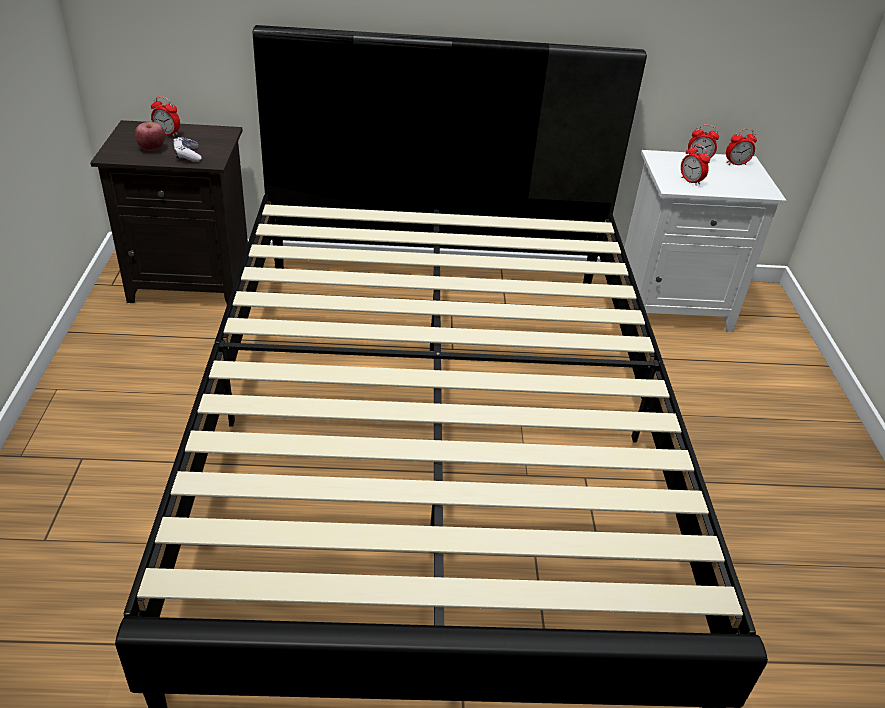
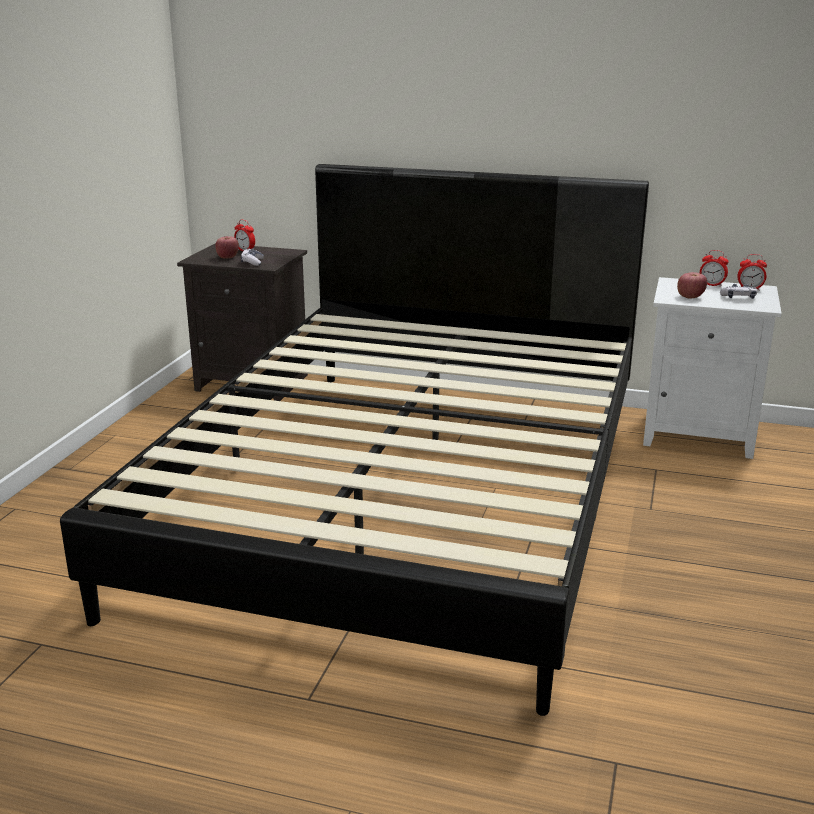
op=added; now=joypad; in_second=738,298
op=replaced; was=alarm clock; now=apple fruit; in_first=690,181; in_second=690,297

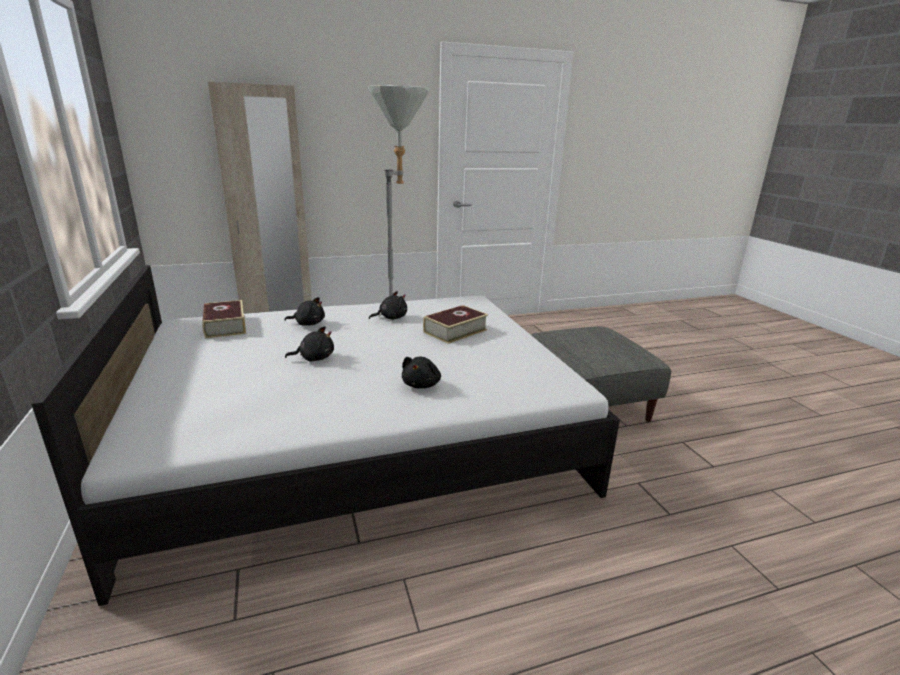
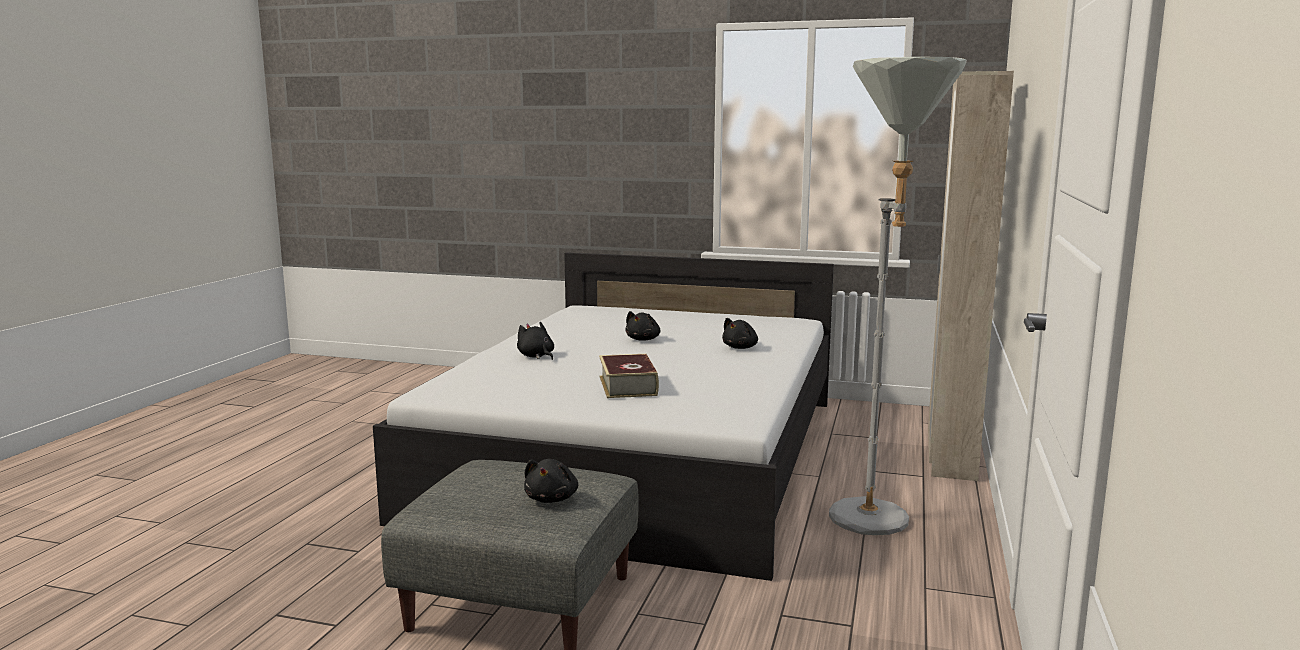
op=removed; was=volume; in_first=225,326
op=moved; was=black-coloured plush toy; in_first=391,318; in_second=552,498

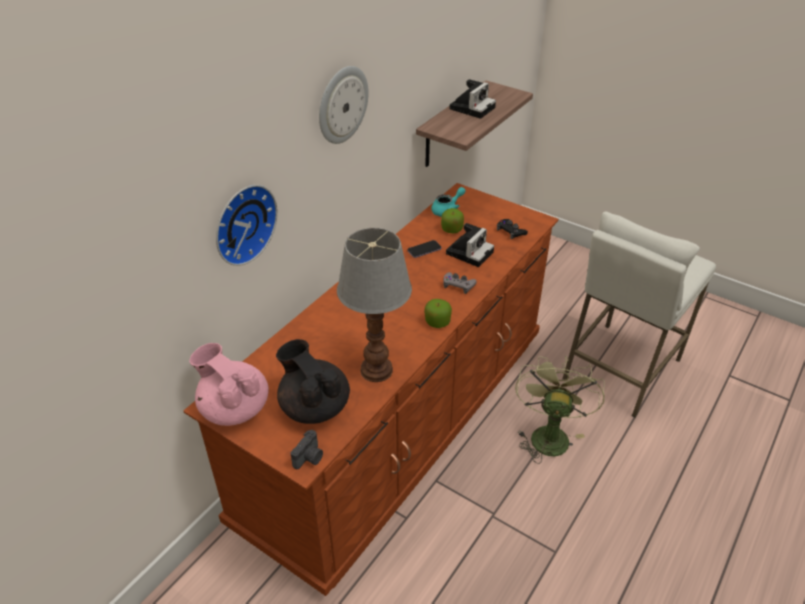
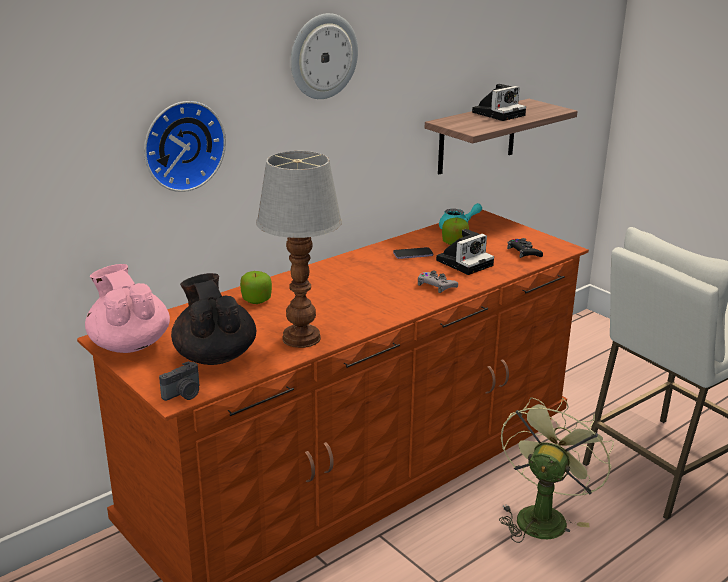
op=moved; was=apple fruit; in_first=437,322; in_second=256,299

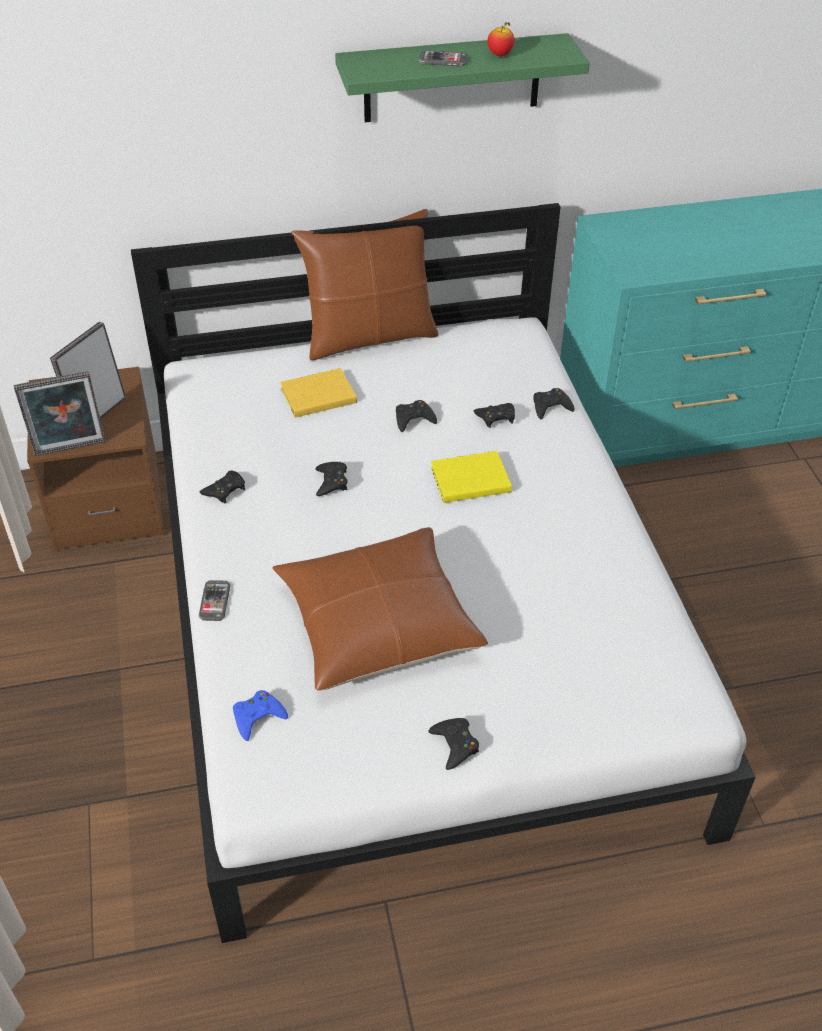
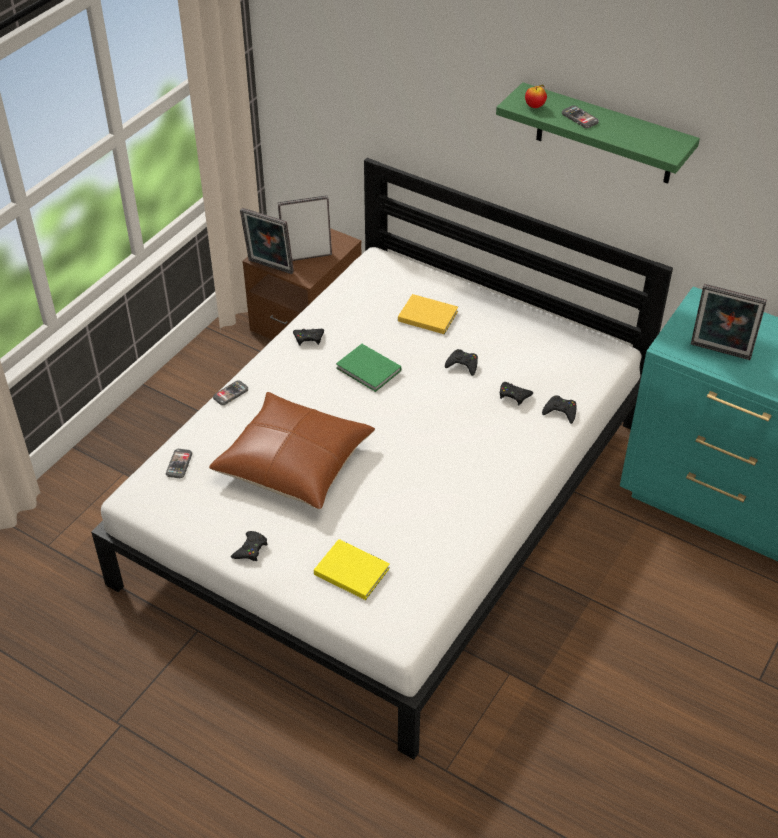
op=removed; was=brownish pillow; in_first=369,337
op=added; now=standing frame; in_second=719,353
op=moved; was=yellowish volume; in_first=468,479; in_second=351,570
op=moved; was=apple fruit; in_first=500,55; in_second=535,106
op=replaced; was=blue-coloured joypad; now=handset; in_first=258,717; in_second=179,464
op=replaced; was=black-coloured joypad; now=green volume; in_first=331,482; in_second=369,370

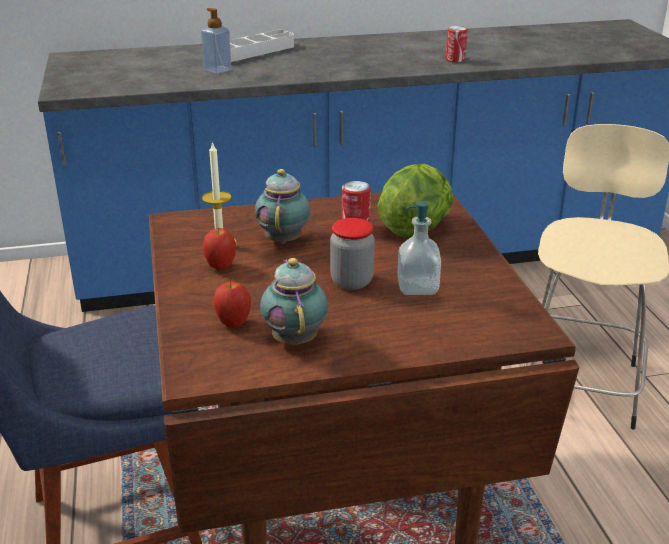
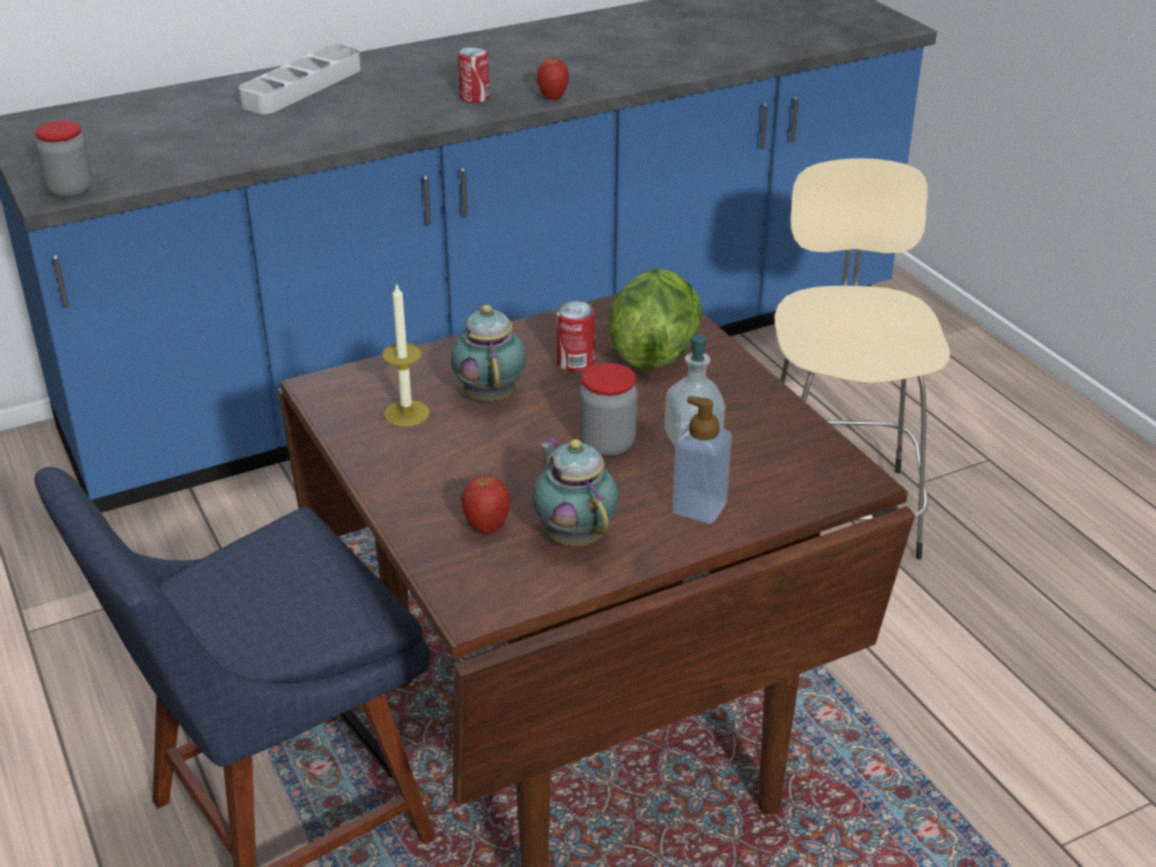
op=added; now=storage jar; in_second=70,190
op=moved; was=soap dispenser; in_first=217,70; in_second=699,508
op=moved; was=apple fruit; in_first=220,267; in_second=552,97
op=moved; was=sealed can; in_first=455,59; in_second=474,97

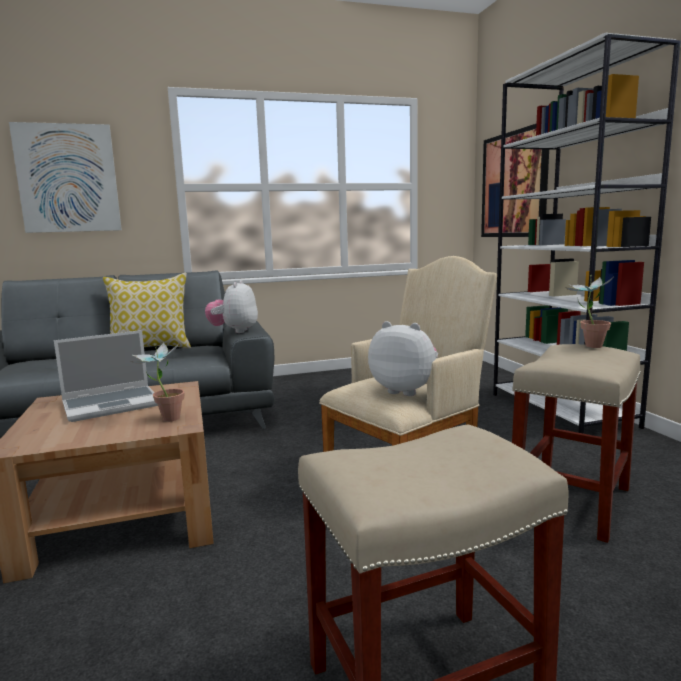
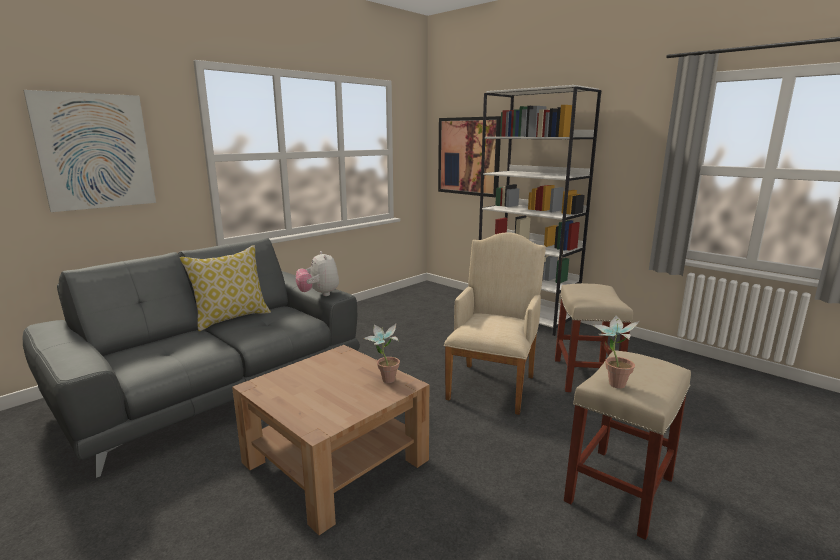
op=removed; was=laptop; in_first=113,404
op=removed; was=plush toy; in_first=405,390
op=moved; was=plant in a pot; in_first=587,345; in_second=610,384

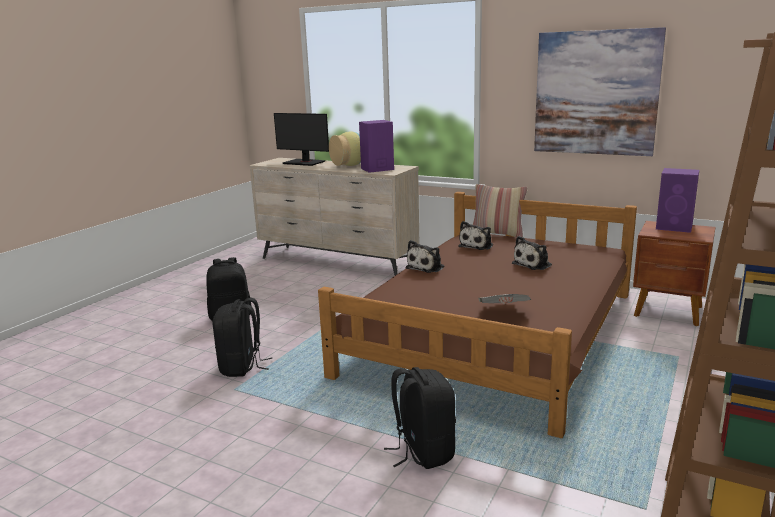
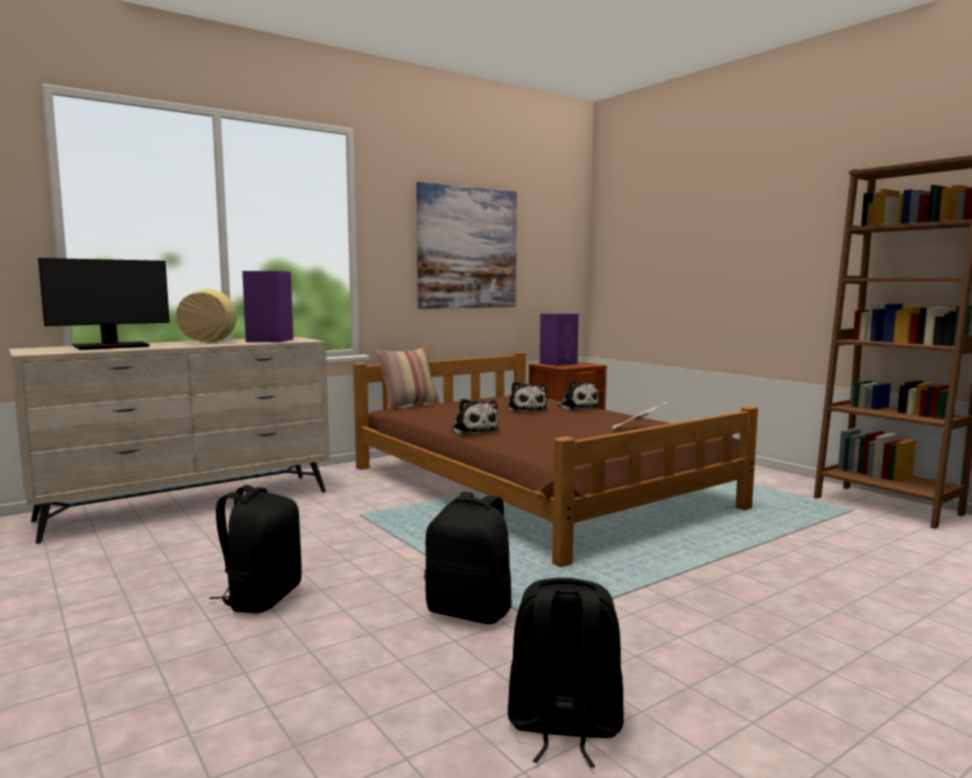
op=moved; was=black-coloured rucksack; in_first=423,452; in_second=563,727
op=moved; was=plush toy; in_first=477,245; in_second=577,407

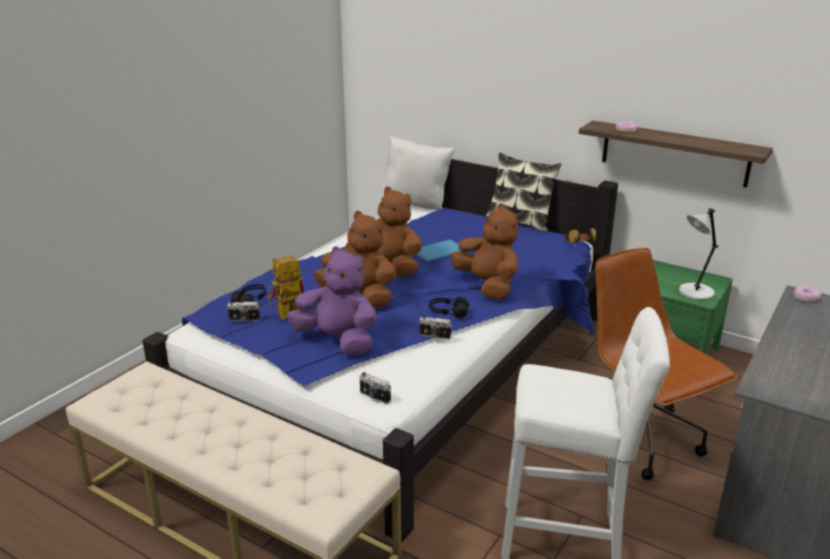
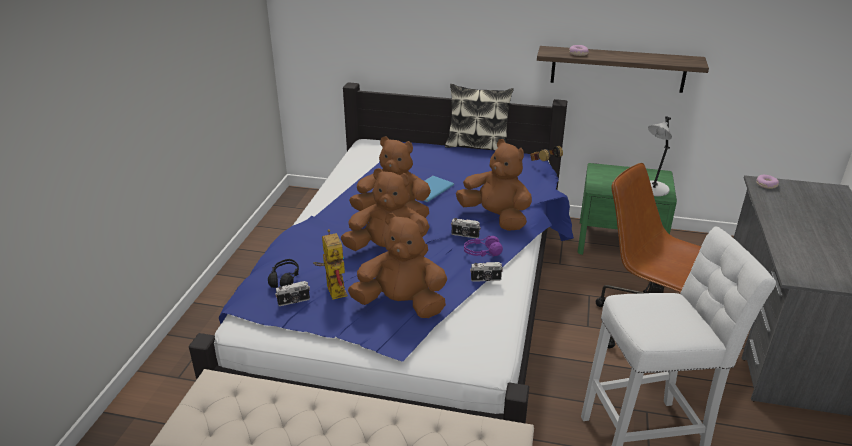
op=removed; was=white pillow; in_first=416,205
op=moved; was=photo camera; in_first=374,397; in_second=465,235
op=recoloured; was=purplish plush toy; now=brownish plush toy; in_first=338,341; in_second=401,304
op=recoloured; was=black-coloured headphones; now=purplish headphones; in_first=448,313; in_second=482,253
op=turned; was=toy robot; in_first=285,316; in_second=333,288; clockwise=120

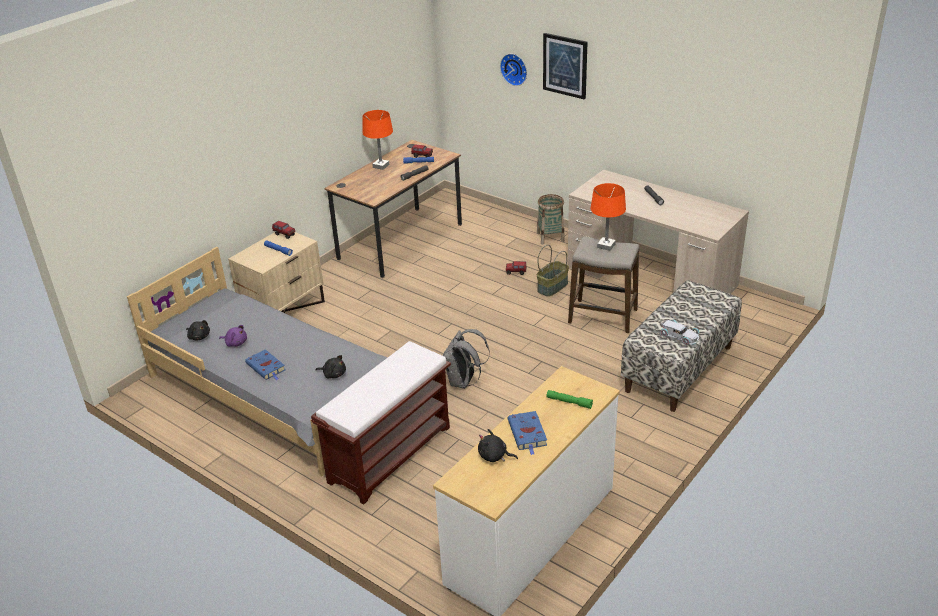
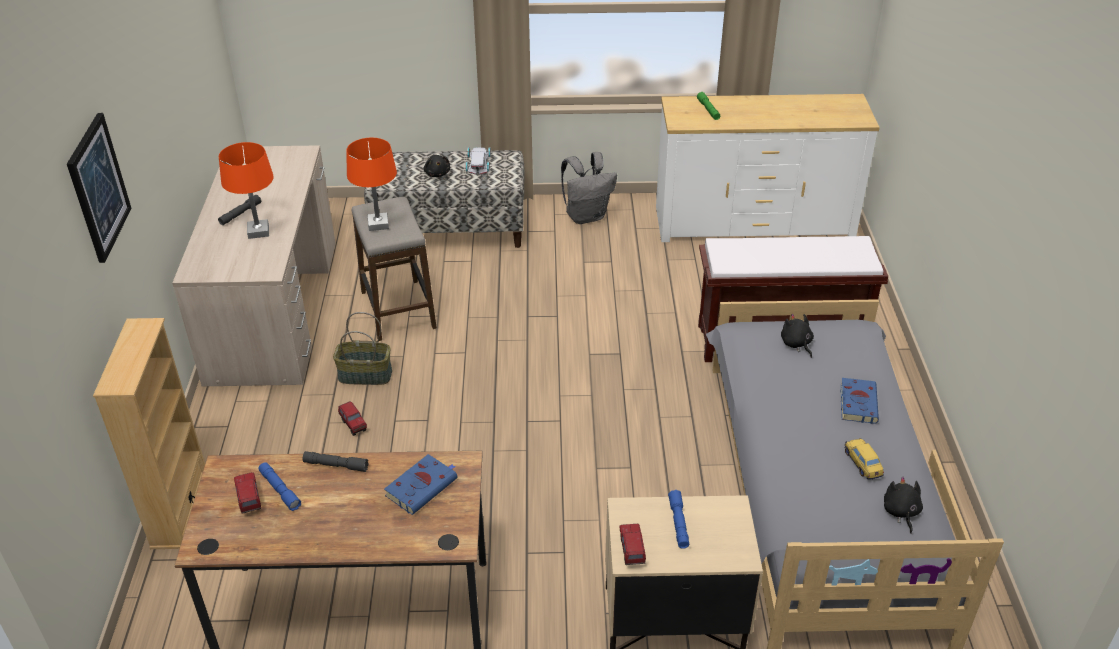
op=removed; was=hanging clock; in_first=515,69
op=removed; was=basket; in_first=550,237
op=added; now=sand-coloured bookcase; in_second=180,508
op=moved; was=orange tabletop lamp; in_first=381,166; in_second=258,232
op=moved; was=gray rucksack; in_first=463,382; in_second=586,216
op=moved; was=black-coloured plush toy; in_first=494,456; in_second=437,173
op=moved; was=blue-coloured volume; in_first=528,434; in_second=422,486
op=replaced; was=purplish plush toy; now=model car; in_first=235,343; in_second=862,464

